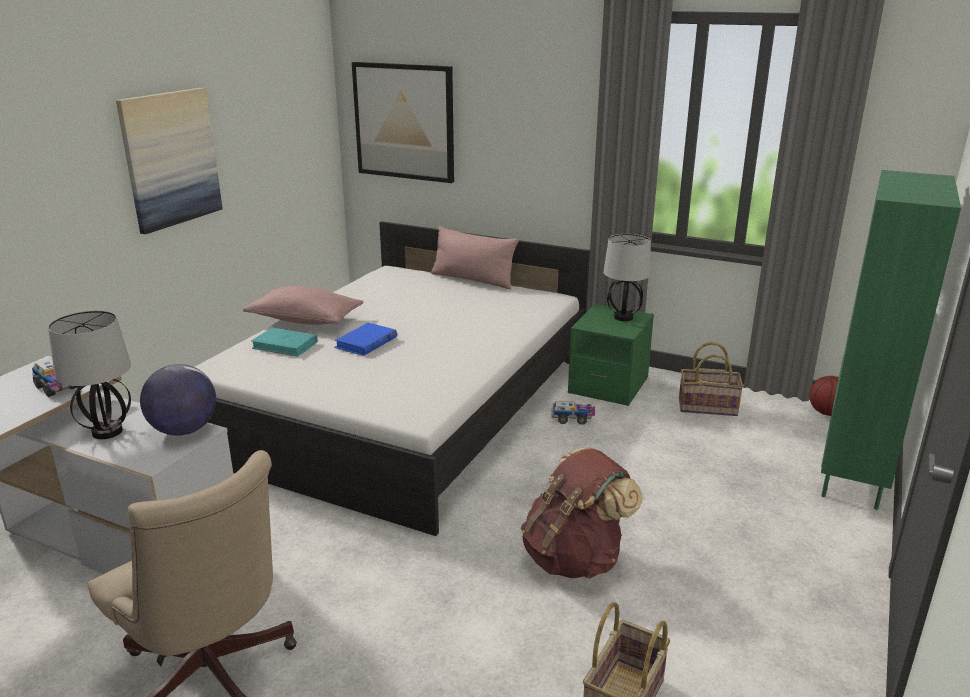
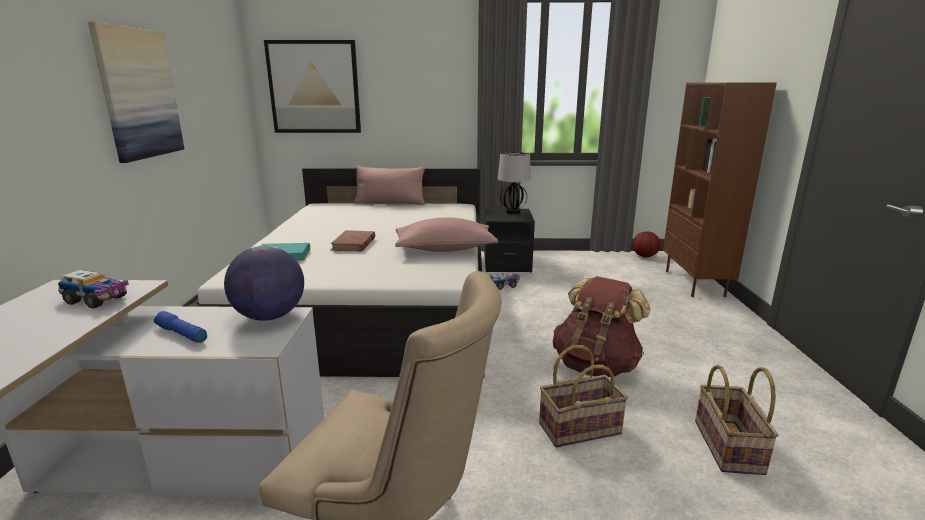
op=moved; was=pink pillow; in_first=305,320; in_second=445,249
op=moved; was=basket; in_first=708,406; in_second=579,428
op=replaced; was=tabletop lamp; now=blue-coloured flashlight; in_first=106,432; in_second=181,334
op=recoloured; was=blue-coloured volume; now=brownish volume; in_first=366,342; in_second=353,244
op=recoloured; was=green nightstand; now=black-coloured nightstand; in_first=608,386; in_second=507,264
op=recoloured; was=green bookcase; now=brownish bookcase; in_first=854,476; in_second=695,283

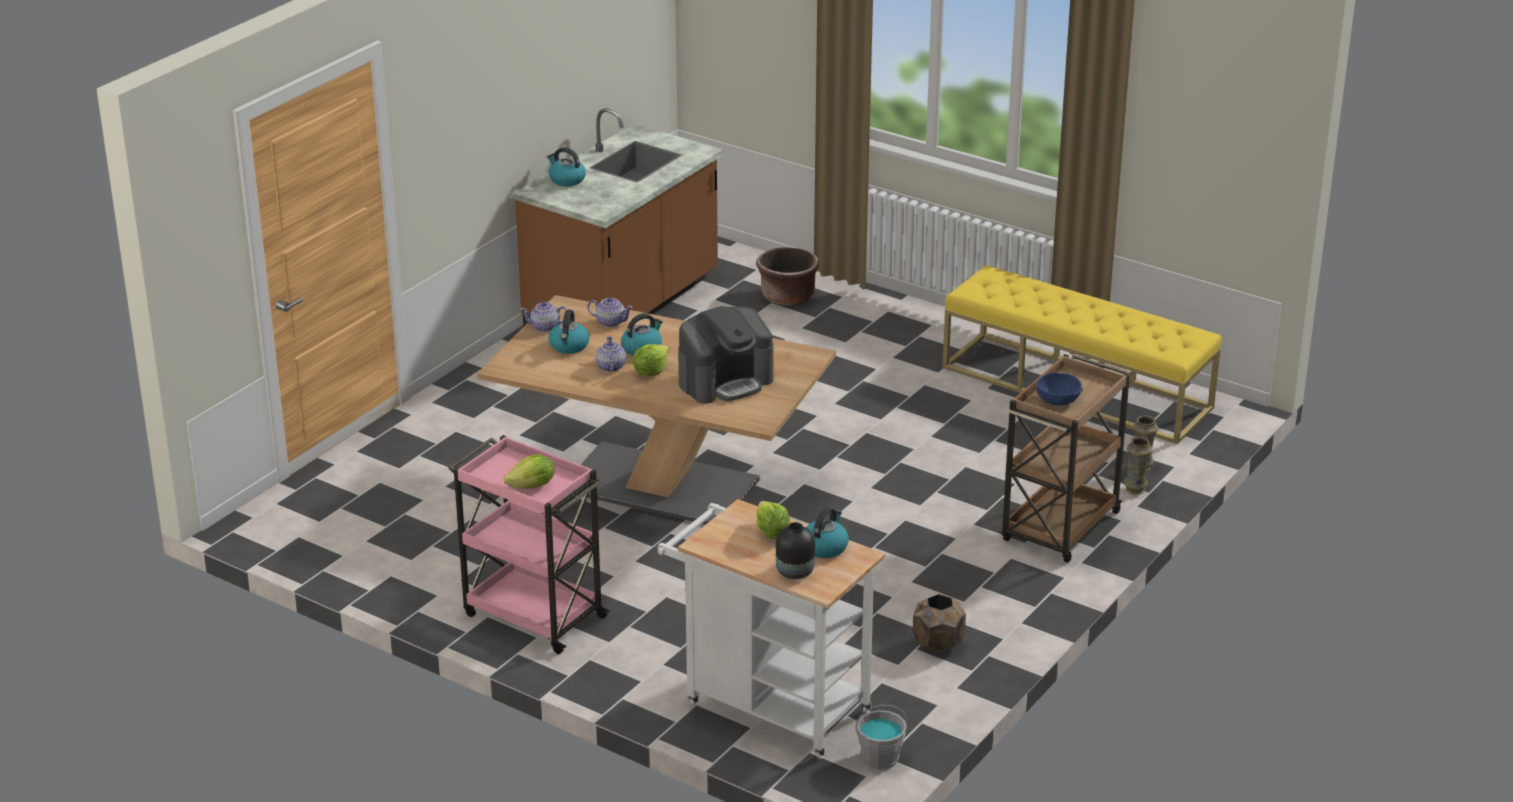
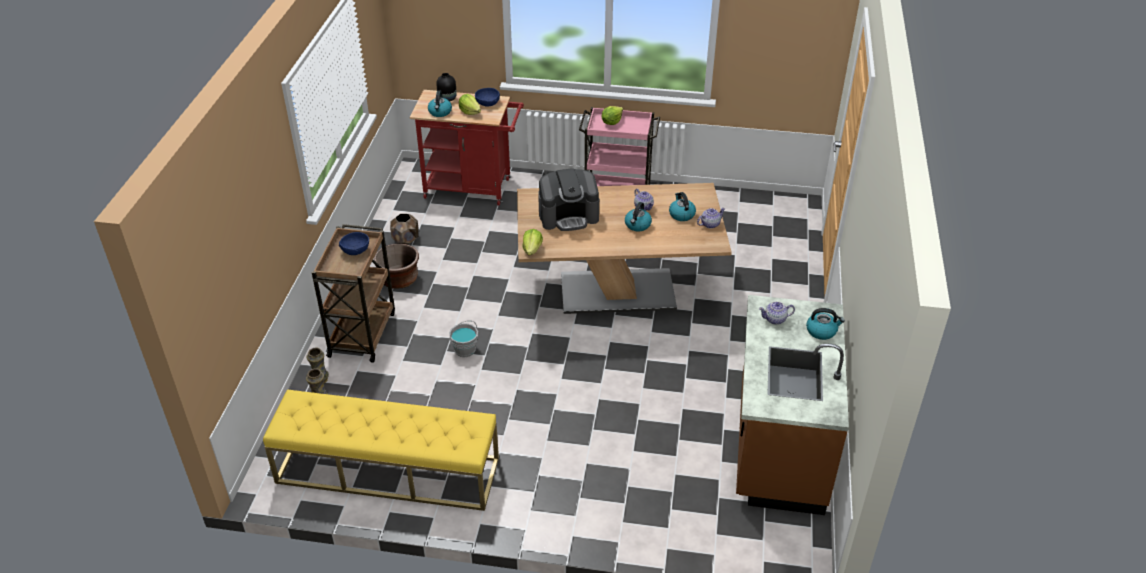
op=added; now=blue-coloured bowl; in_second=487,103
op=moved; was=tea pot; in_first=610,322; in_second=775,319
op=moved; was=lettuce; in_first=651,372; in_second=532,249
op=moved; was=brownish plant pot; in_first=787,296; in_second=399,279
op=moved; was=gray bucket; in_first=880,758; in_second=465,350
op=recoloured; was=white cart; now=red cart; in_first=768,704; in_second=473,188
op=turned; was=coffee brewer; in_first=725,381; in_second=569,216; clockwise=-135

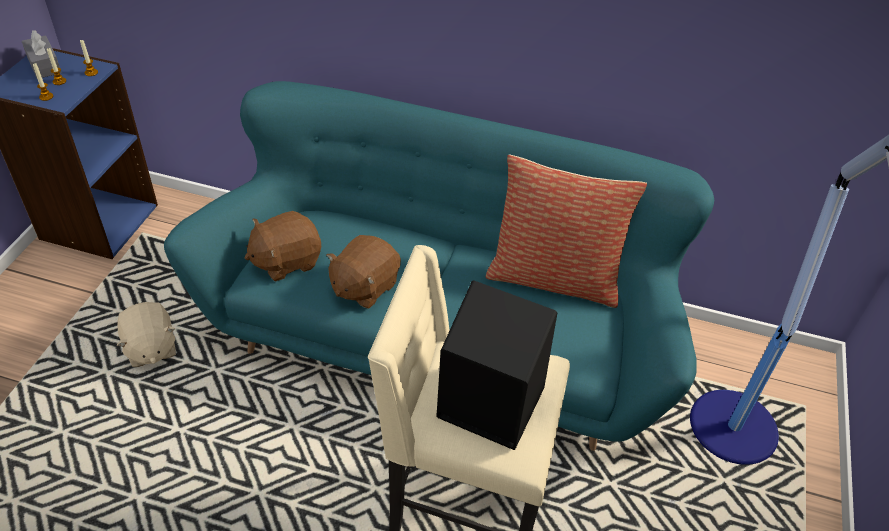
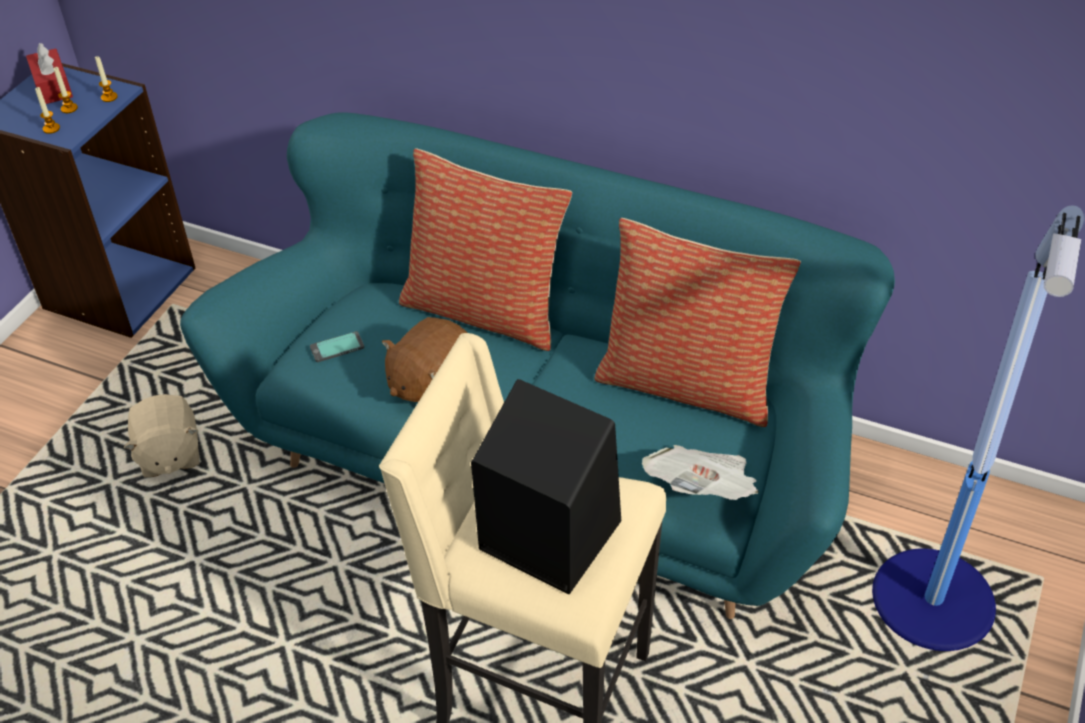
op=added; now=pillow; in_second=485,309
op=added; now=daily paper; in_second=702,491
op=replaced; was=brownish plush toy; now=handset; in_first=286,261; in_second=337,348
op=recoloured; was=gray tissue box; now=red tissue box; in_first=44,65; in_second=52,86

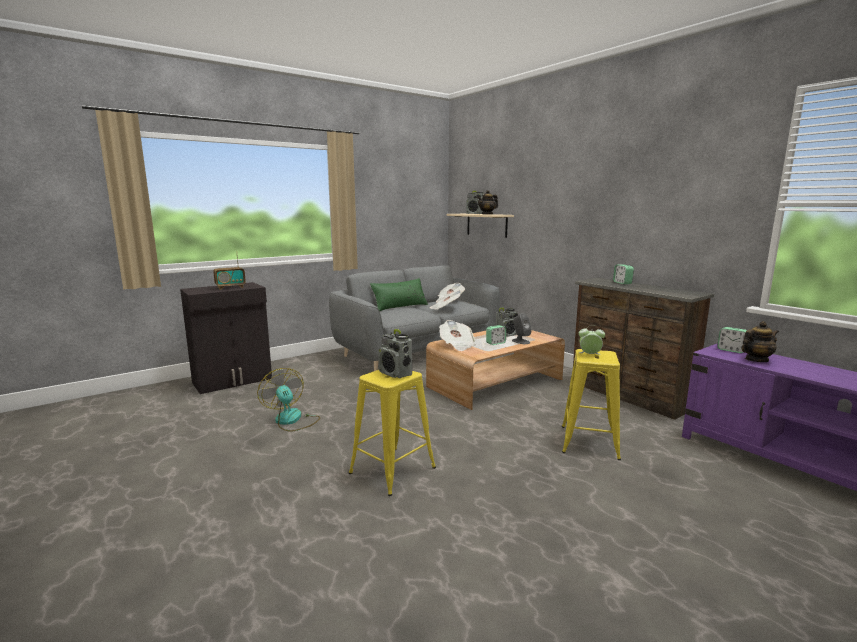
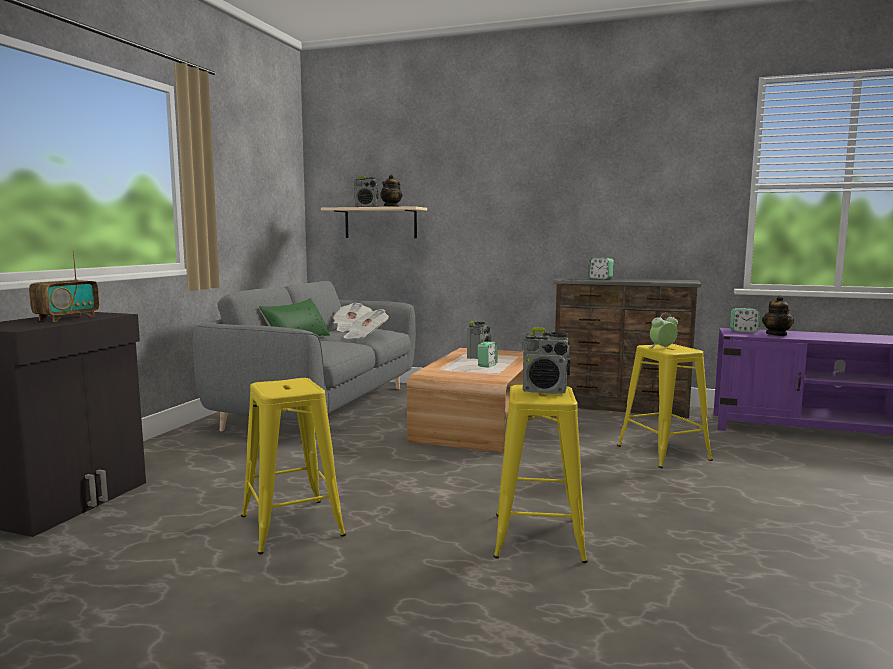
op=removed; was=daily paper; in_first=457,345
op=removed; was=gray speaker; in_first=520,341
op=replaced; was=electric fan; now=yellowish stool; in_first=291,420; in_second=291,525
op=turned; was=tea pot; in_first=756,360; in_second=776,334; clockwise=150

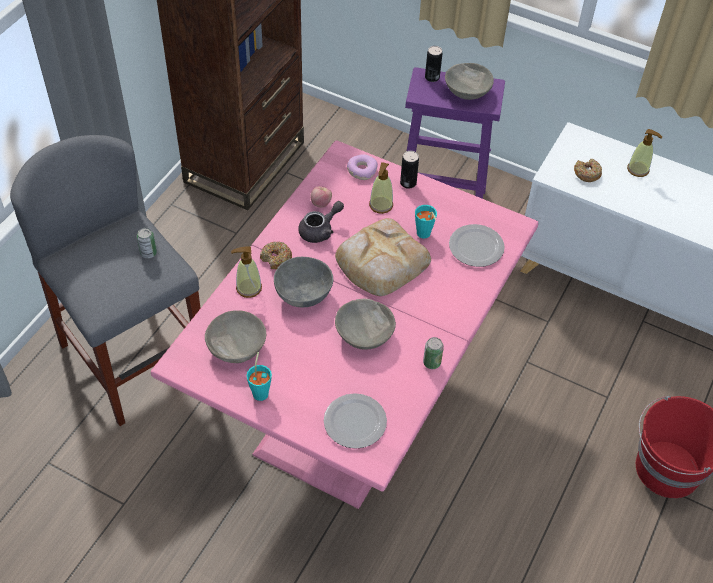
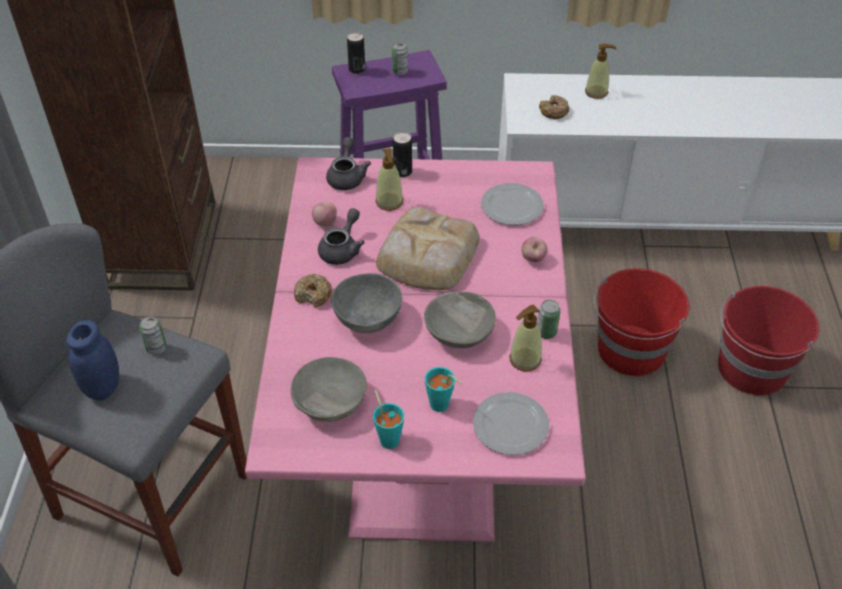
op=added; now=blue-coloured storage jar; in_second=103,387
op=added; now=apple fruit; in_second=533,259
op=added; now=red bucket; in_second=630,351
op=moved; was=soap dispenser; in_first=248,288; in_second=525,359
op=moved; was=blue-green drinking cup; in_first=424,235; in_second=442,407
op=replaced; was=ring doughnut; now=gray tea pot; in_first=362,170; in_second=347,176
op=replaced; was=gray bowl; now=sealed can; in_first=466,91; in_second=400,71

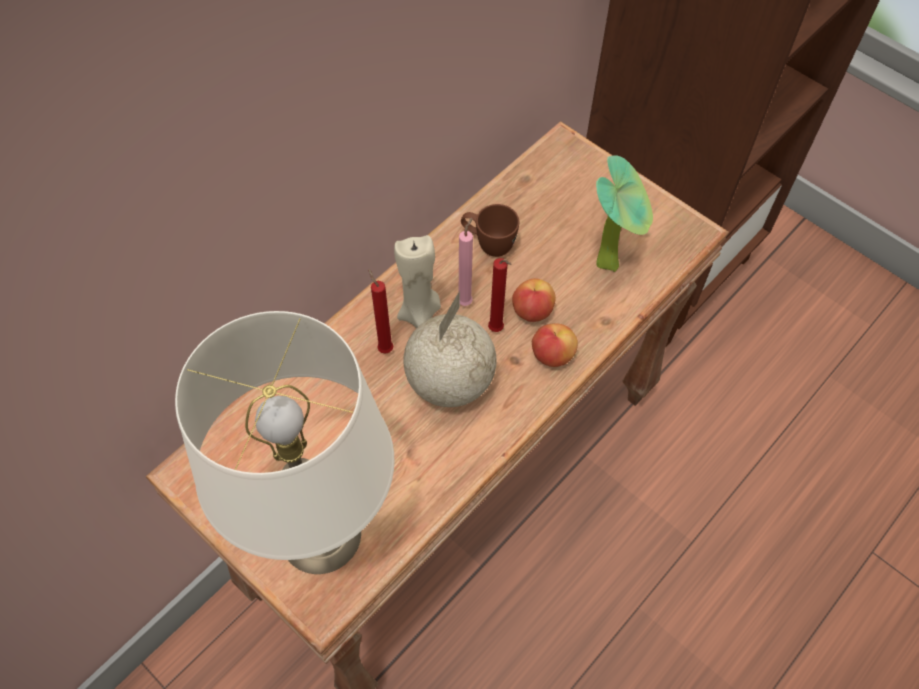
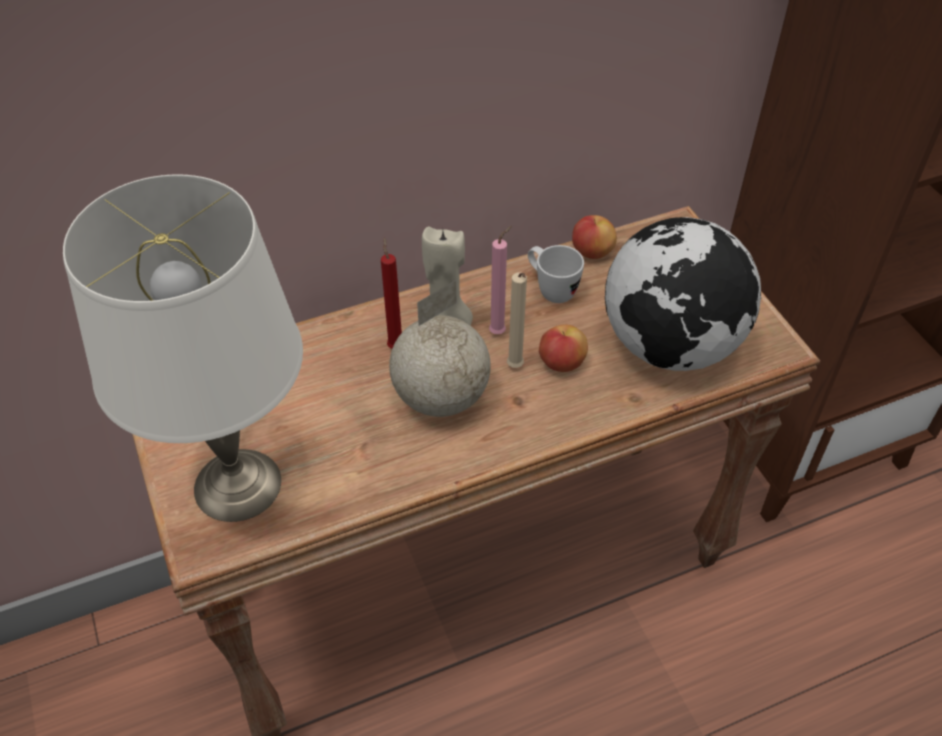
op=moved; was=apple fruit; in_first=552,355; in_second=591,252
op=replaced; was=plant in a pot; now=desk globe; in_first=611,262; in_second=671,346
op=recoloured; was=brownish mug; now=white mug; in_first=488,244; in_second=551,289
op=recoloured; was=red wax light; now=sand-coloured wax light; in_first=497,330; in_second=515,368

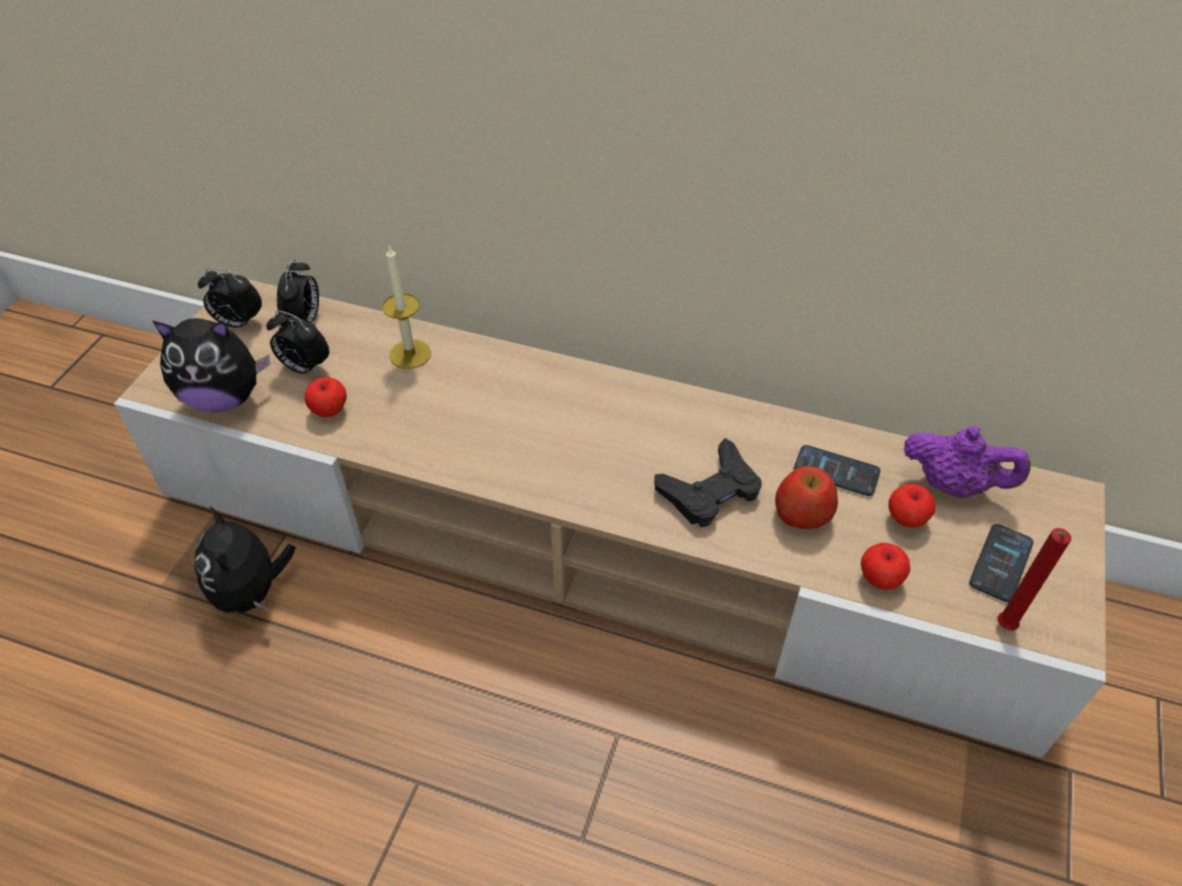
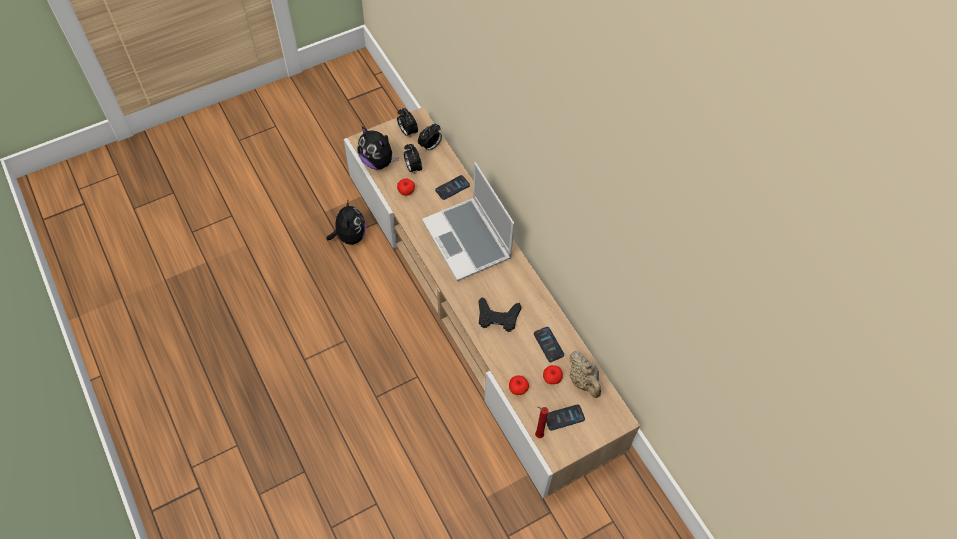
op=removed; was=apple fruit; in_first=802,514
op=added; now=laptop; in_second=468,240
op=replaced; was=wax light; now=handset; in_first=410,354; in_second=452,188
op=recoloured; was=purplish tea pot; now=sand-coloured tea pot; in_first=953,485; in_second=583,381
op=turned; was=plush toy; in_first=252,592; in_second=349,236; clockwise=150

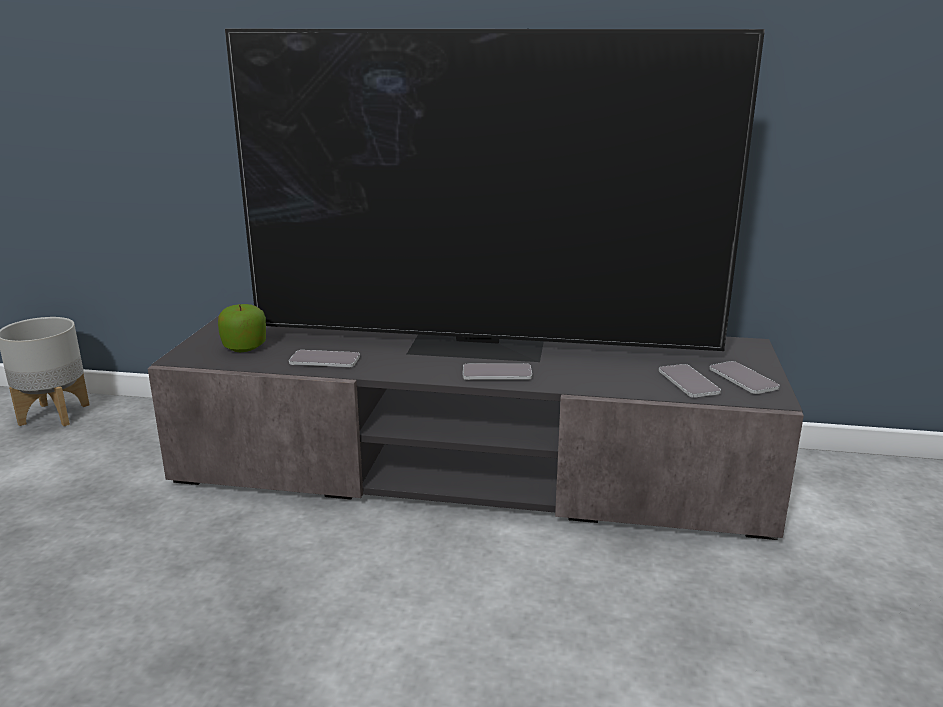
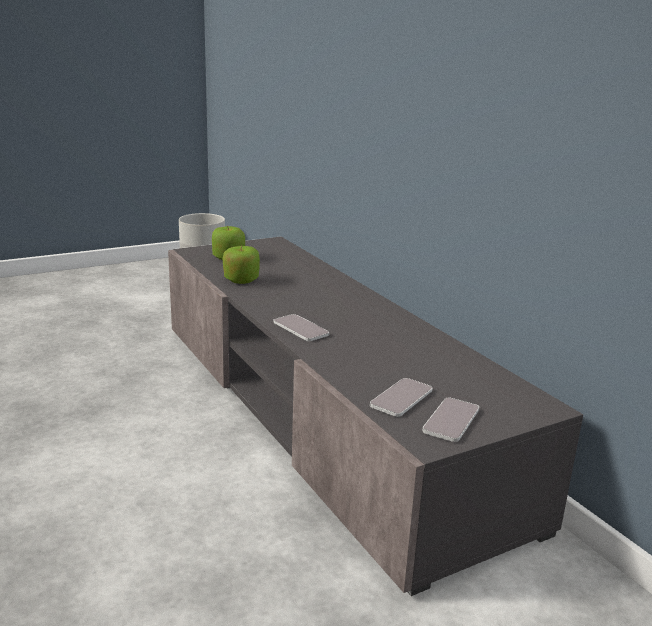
op=removed; was=TV; in_first=480,344
op=replaced; was=handset; now=apple fruit; in_first=324,360; in_second=241,280

